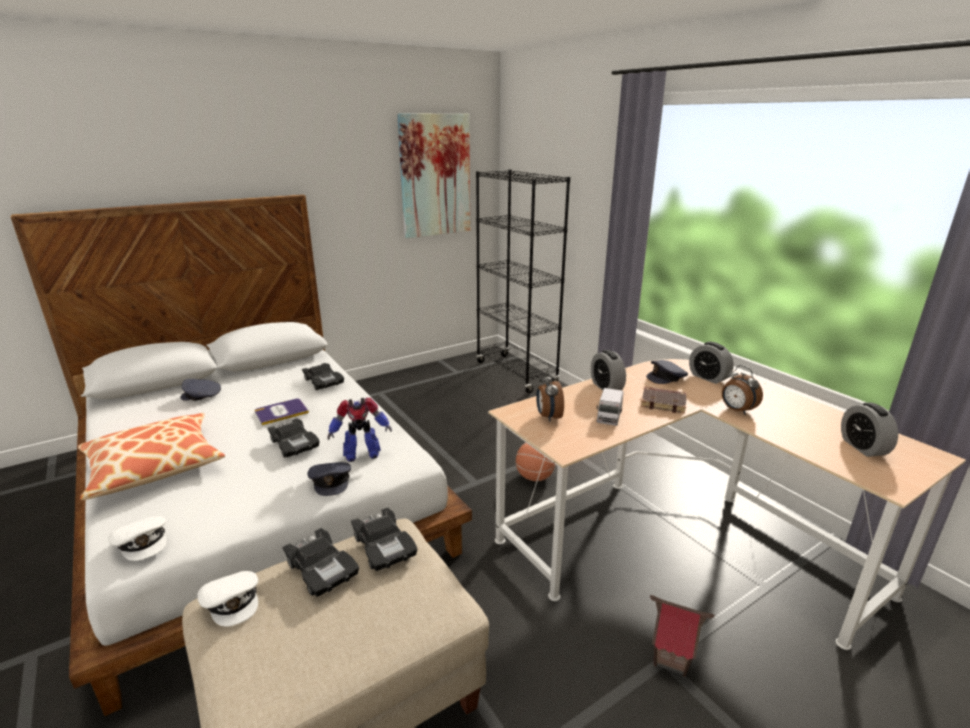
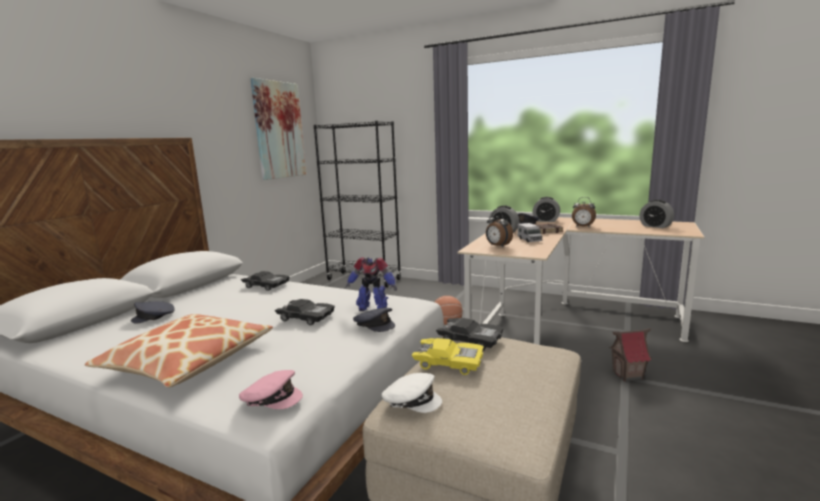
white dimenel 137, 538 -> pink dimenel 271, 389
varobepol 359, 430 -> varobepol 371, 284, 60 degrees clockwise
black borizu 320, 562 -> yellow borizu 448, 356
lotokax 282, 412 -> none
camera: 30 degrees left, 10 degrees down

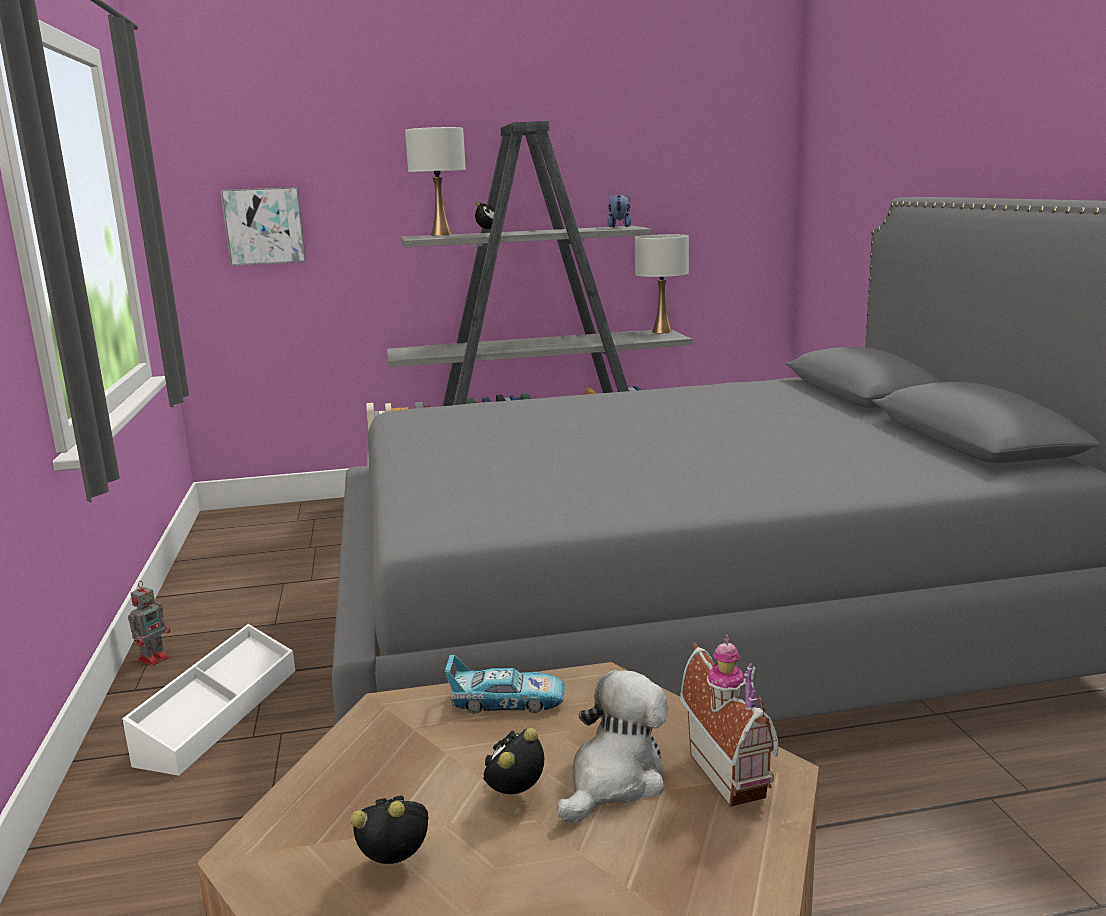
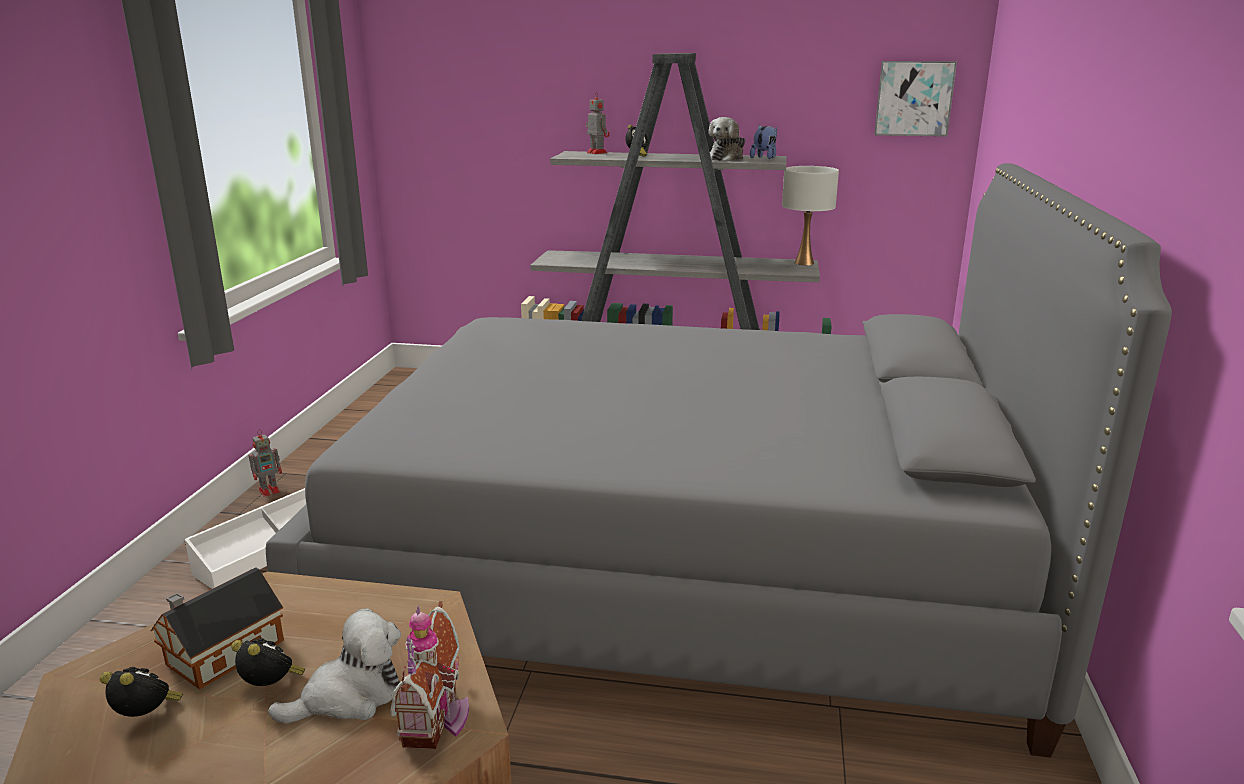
none -> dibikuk 217, 628
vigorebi 513, 761 -> vigorebi 268, 662, 60 degrees clockwise
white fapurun 435, 181 -> varobepol 598, 123
none -> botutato 727, 139
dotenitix 263, 226 -> dotenitix 915, 99, shifted
borizu 505, 684 -> none
camera: 20 degrees right, 5 degrees up

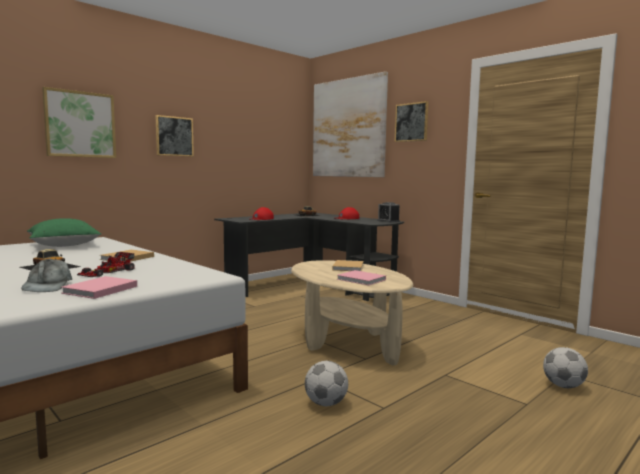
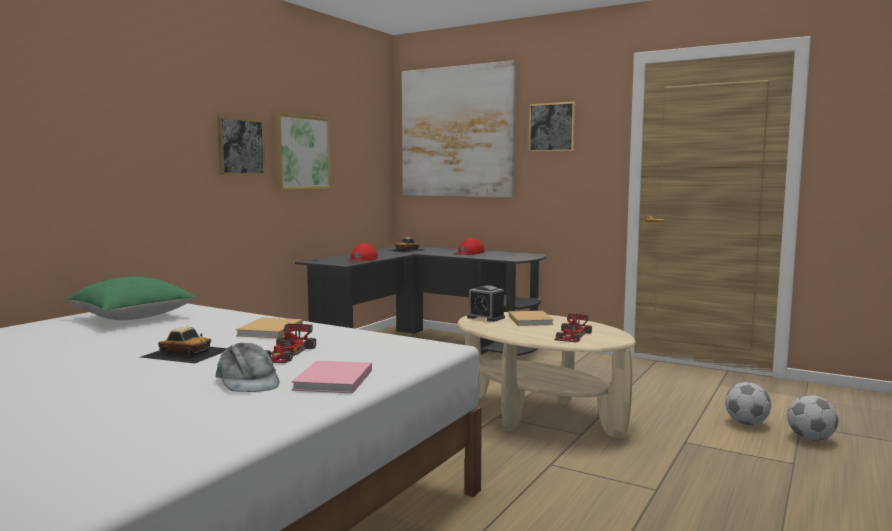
dotenitix 79, 122 -> dotenitix 303, 151, shifted
vigorebi 388, 212 -> vigorebi 486, 303, shifted
pink lotokax 361, 278 -> borizu 573, 327
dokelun 326, 383 -> dokelun 748, 403, shifted
camera: 15 degrees left, 0 degrees up

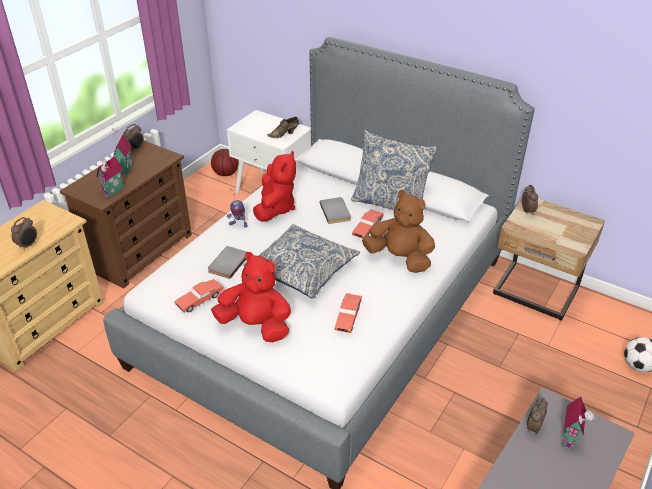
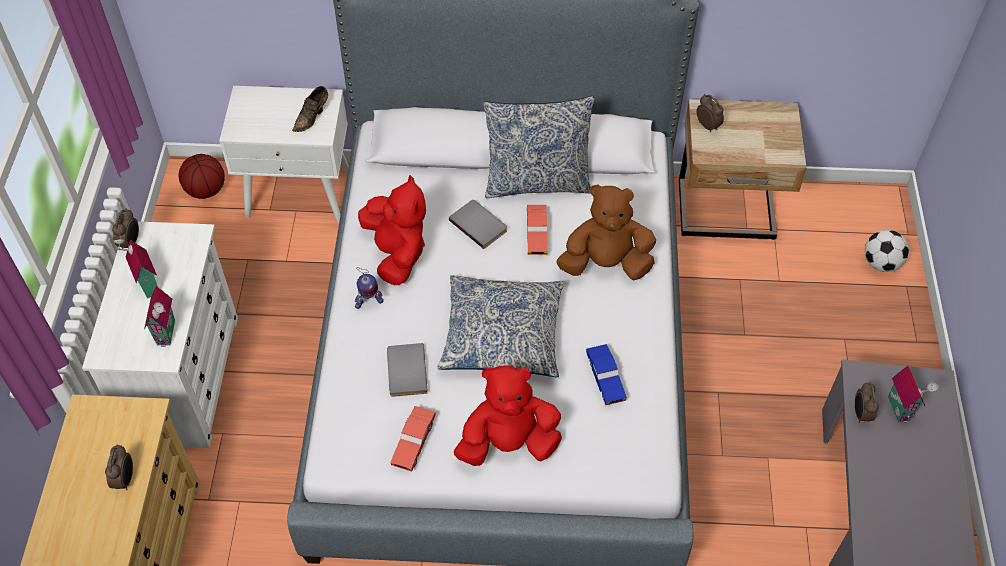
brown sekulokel 126, 215 -> white sekulokel 160, 334
red borizu 348, 313 -> blue borizu 606, 374
camera: 30 degrees left, 15 degrees up

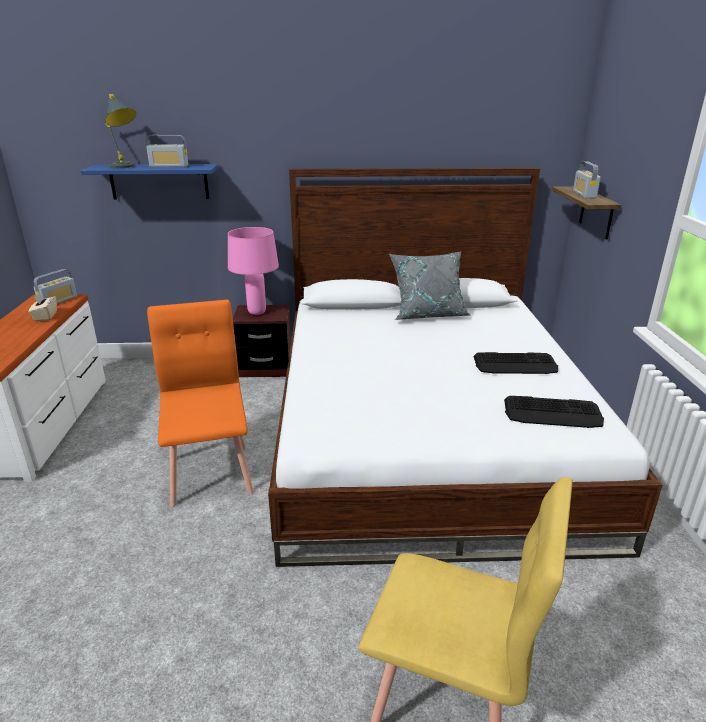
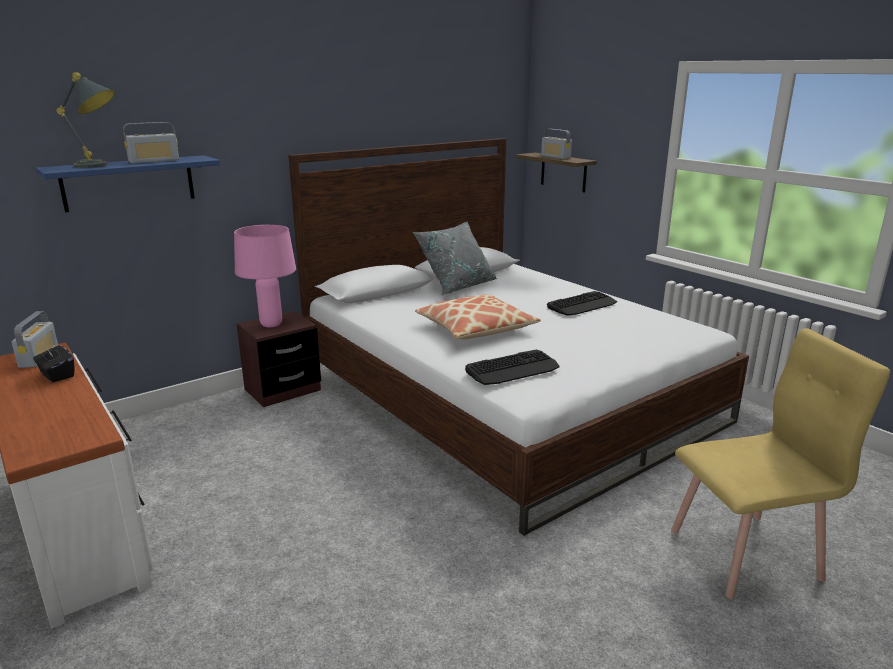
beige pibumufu 42, 307 -> black pibumufu 53, 363
none -> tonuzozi 478, 317
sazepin 554, 412 -> sazepin 512, 367, shifted
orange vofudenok 200, 403 -> none
camera: 35 degrees left, 5 degrees down

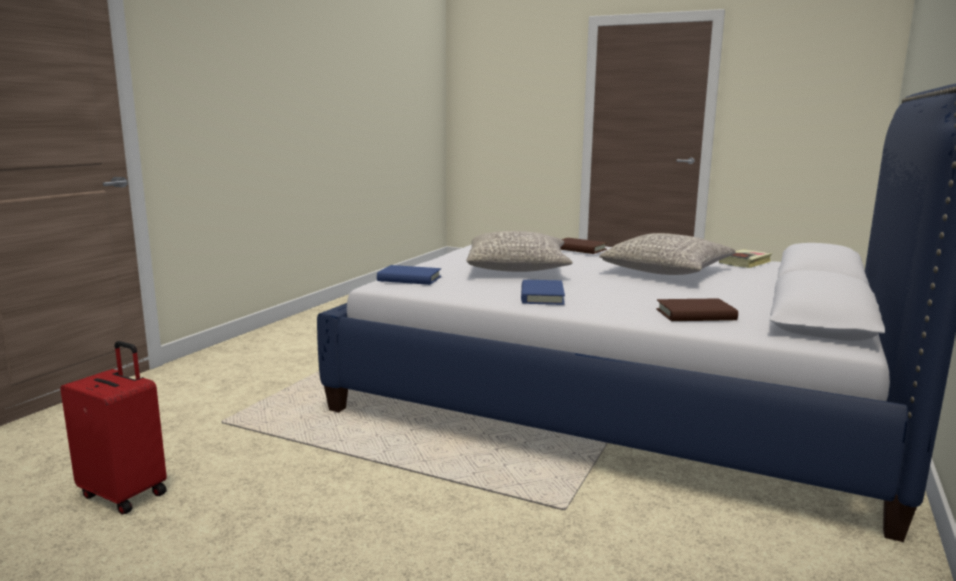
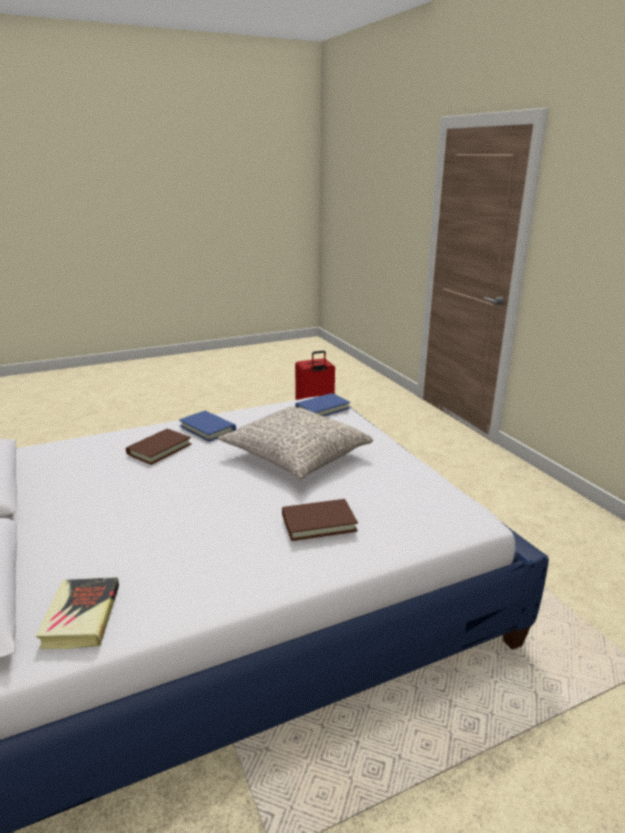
brown lotokax 697, 309 -> brown lotokax 158, 447, shifted
grey tonuzozi 667, 254 -> none
camera: 130 degrees right, 10 degrees up

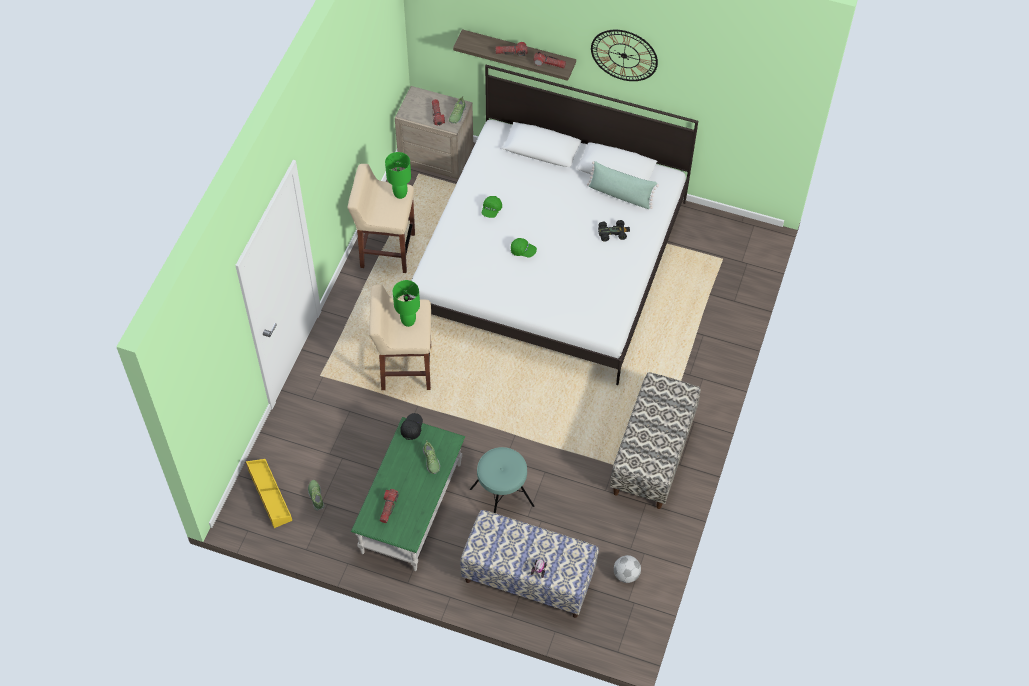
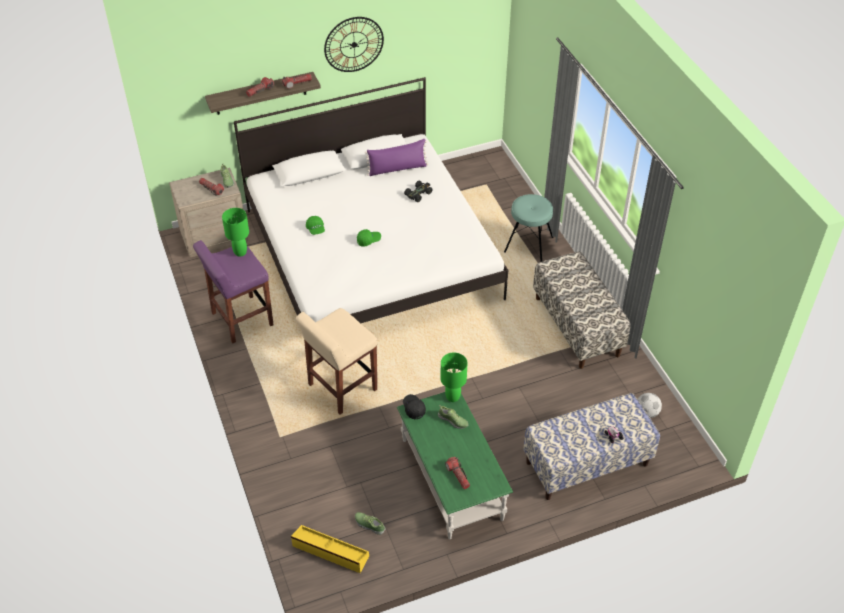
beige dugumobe 381, 218 -> purple dugumobe 233, 291
green tonuzozi 623, 185 -> purple tonuzozi 396, 157
green fapurun 406, 303 -> green fapurun 454, 377, shifted
turquoise dugumobe 502, 480 -> turquoise dugumobe 528, 228, shifted
camera: 40 degrees left, 10 degrees down

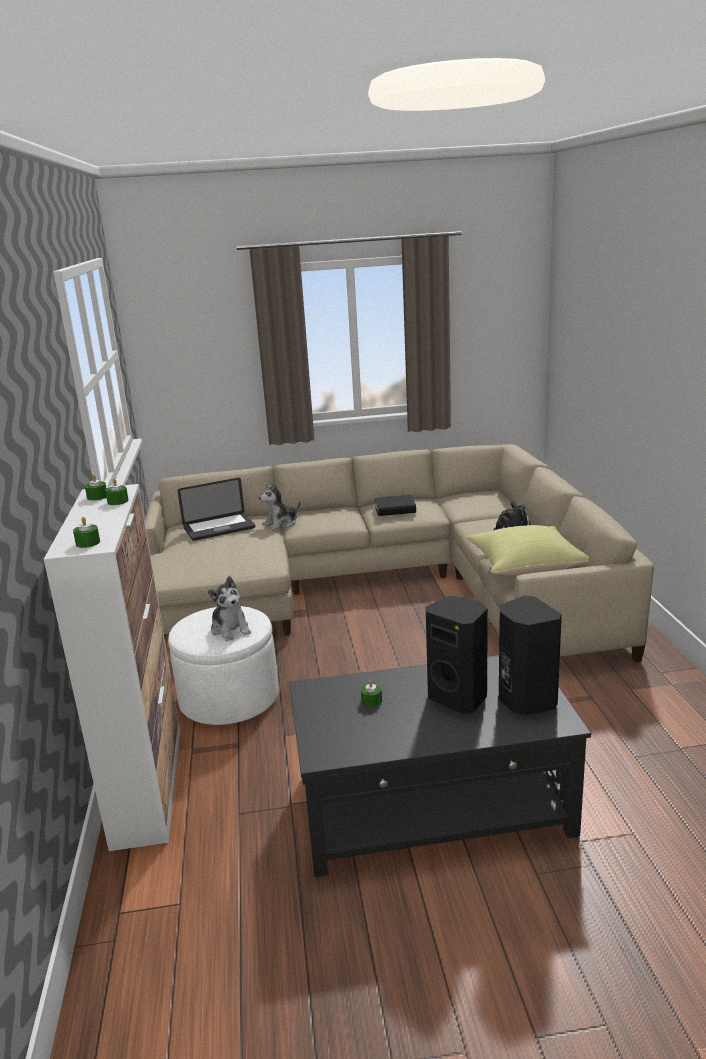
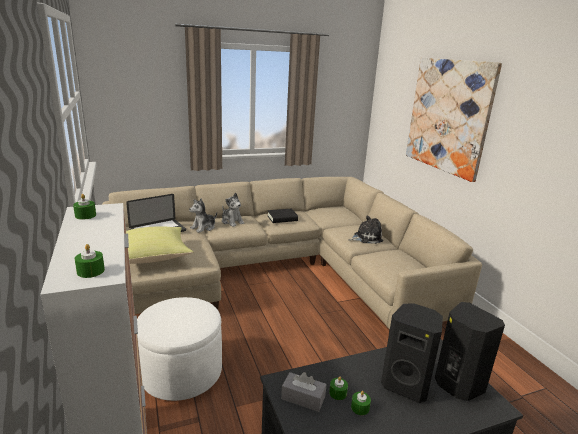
yellow tonuzozi 527, 550 -> yellow tonuzozi 159, 245, shifted
botutato 229, 609 -> botutato 233, 209, shifted
none -> grey pibumufu 304, 392
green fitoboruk 117, 491 -> green fitoboruk 361, 403, shifted
none -> dotenitix 454, 120
camera: 15 degrees left, 0 degrees up

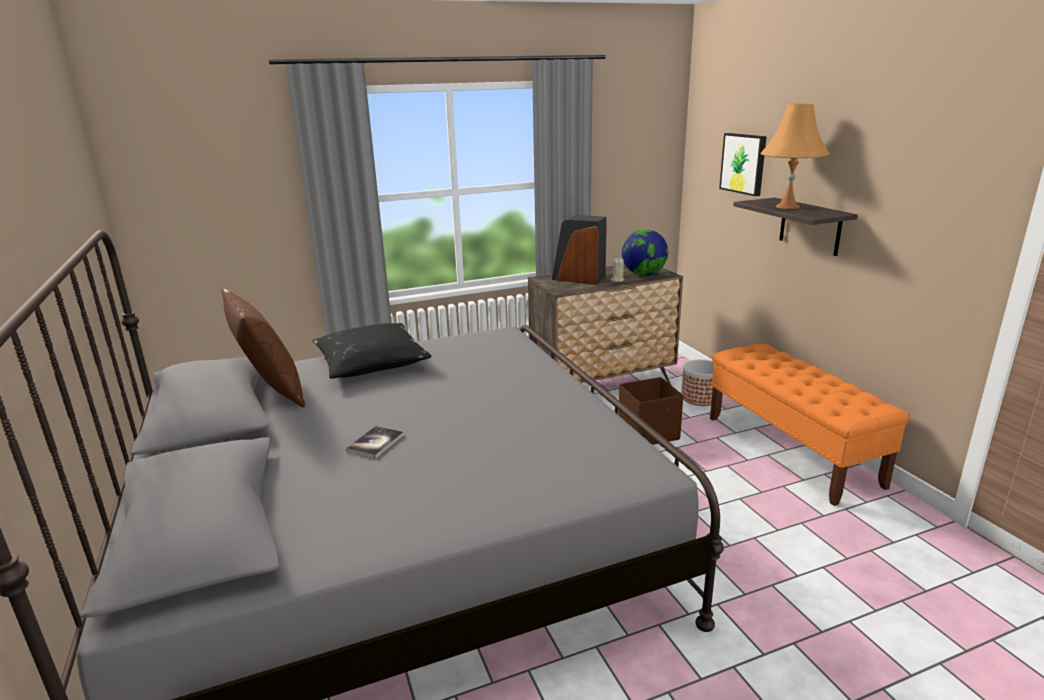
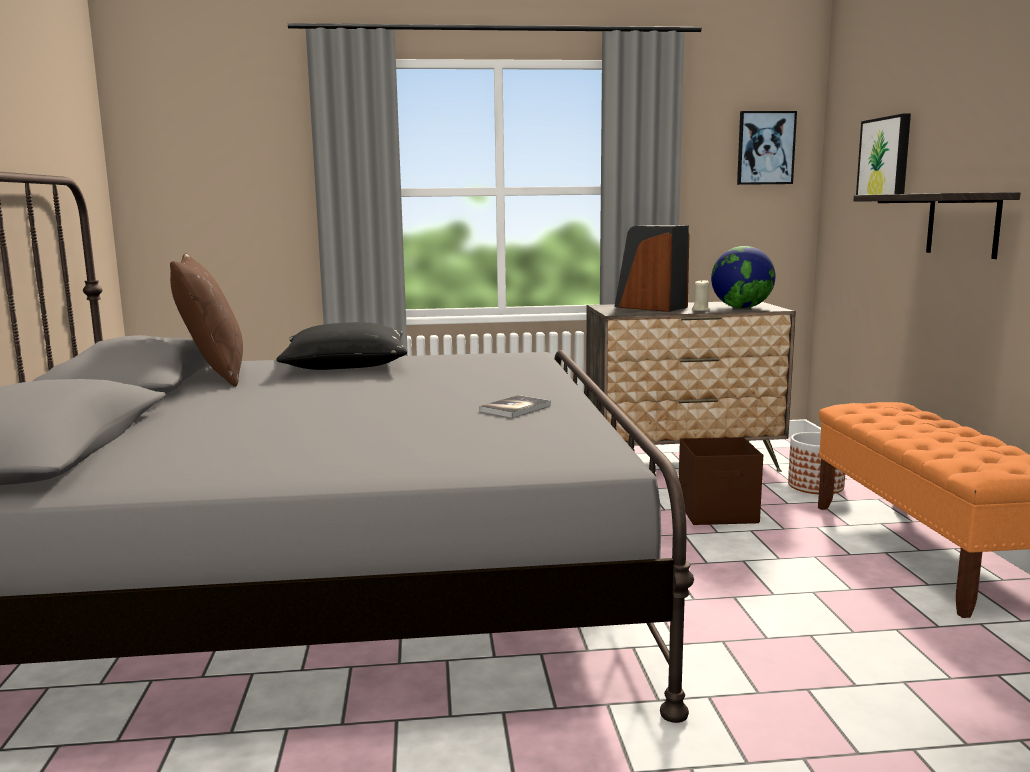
lotokax 375, 442 -> lotokax 515, 406, shifted
none -> dotenitix 767, 148
orange fapurun 795, 156 -> none
camera: 15 degrees right, 10 degrees down

